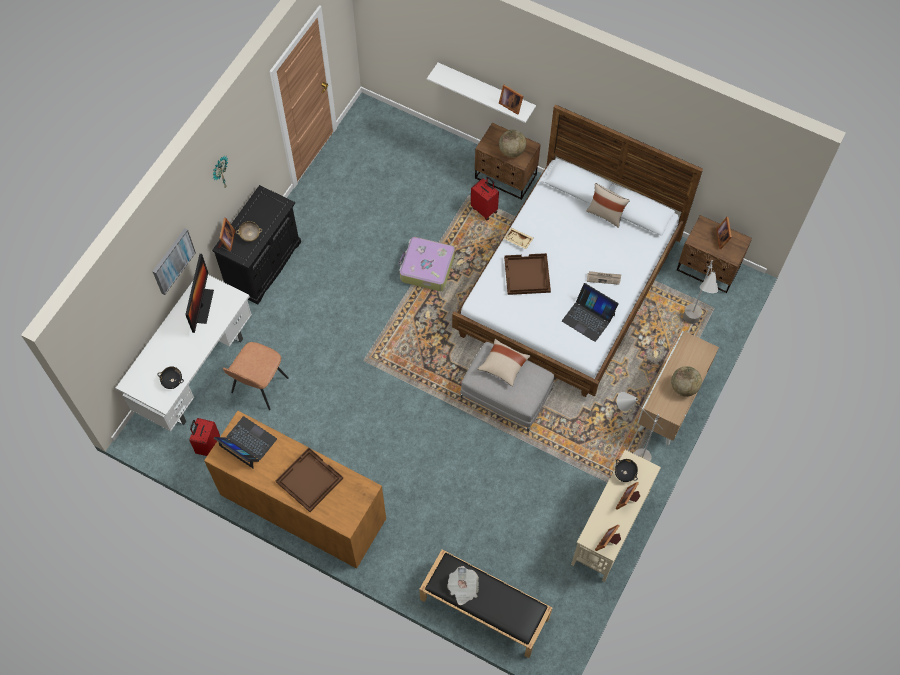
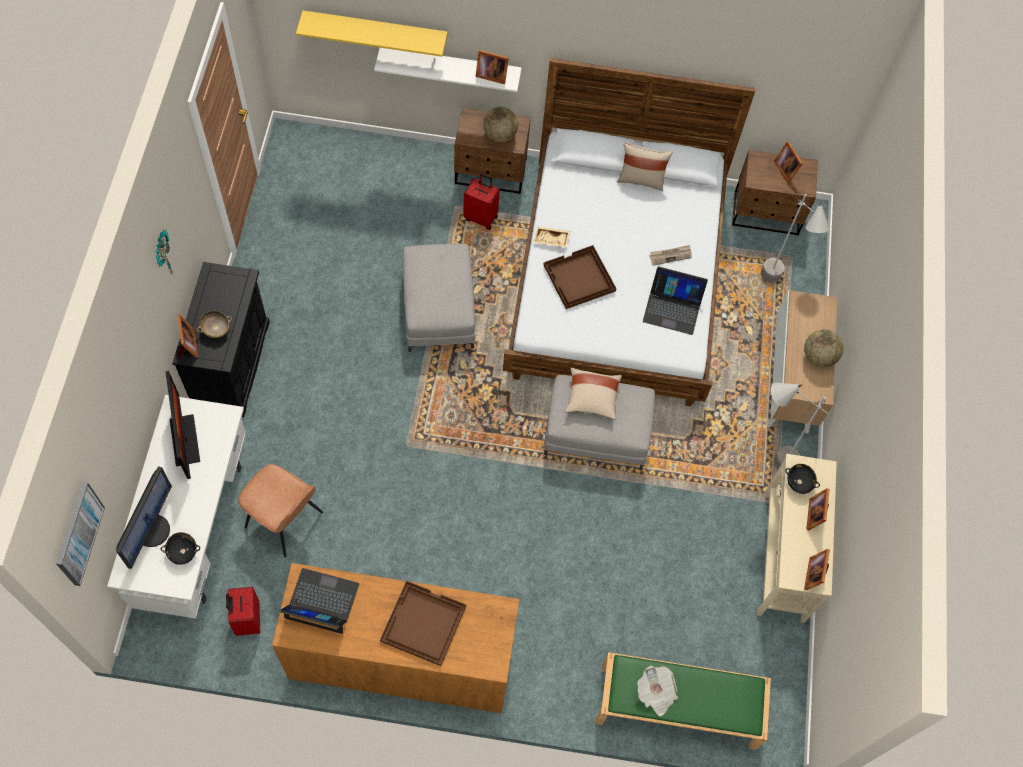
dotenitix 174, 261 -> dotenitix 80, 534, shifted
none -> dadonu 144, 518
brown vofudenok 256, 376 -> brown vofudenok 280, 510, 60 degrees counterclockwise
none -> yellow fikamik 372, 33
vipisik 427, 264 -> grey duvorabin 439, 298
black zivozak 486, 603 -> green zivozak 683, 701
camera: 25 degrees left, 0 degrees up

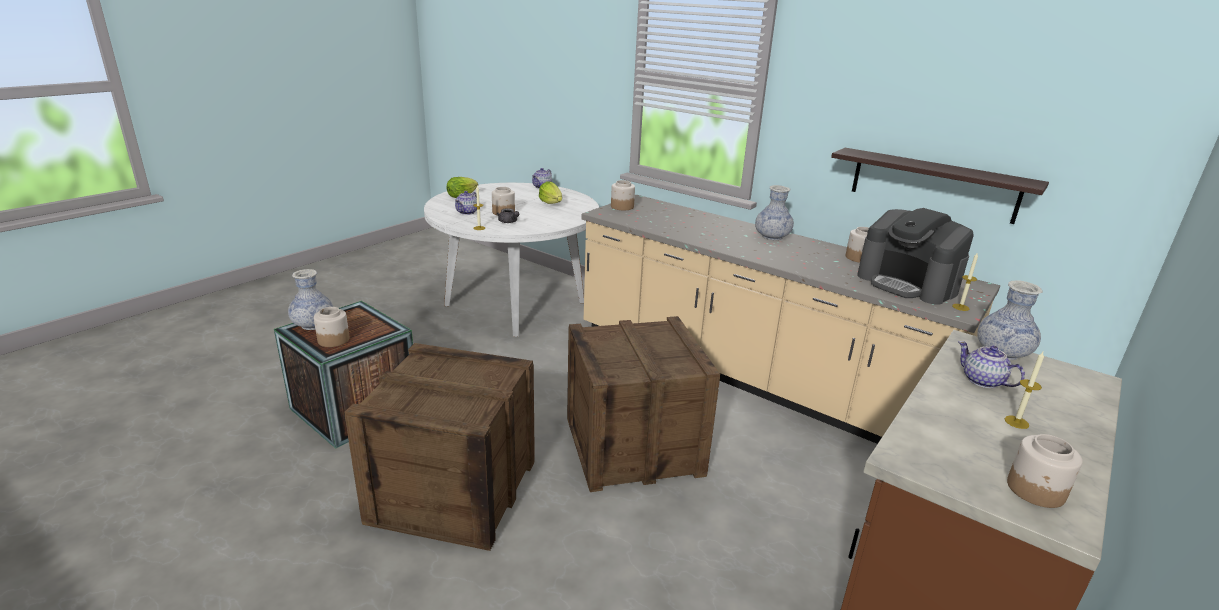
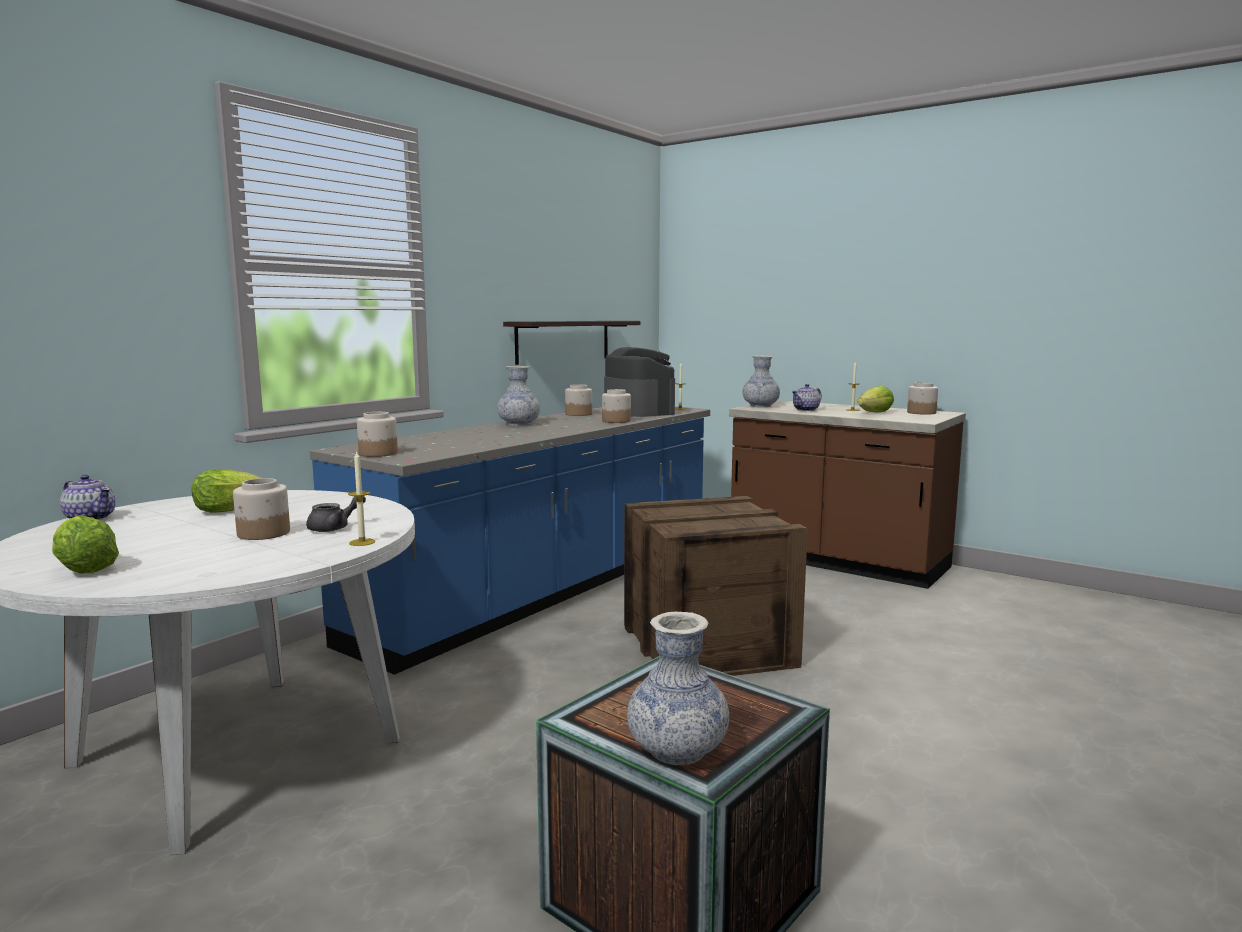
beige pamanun 790, 319 -> blue pamanun 510, 541
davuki 332, 327 -> davuki 616, 406, shifted
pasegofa 915, 256 -> pasegofa 639, 382, 75 degrees counterclockwise
none -> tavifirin 875, 399
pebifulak 439, 447 -> none
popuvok 466, 203 -> none
camera: 90 degrees left, 15 degrees down

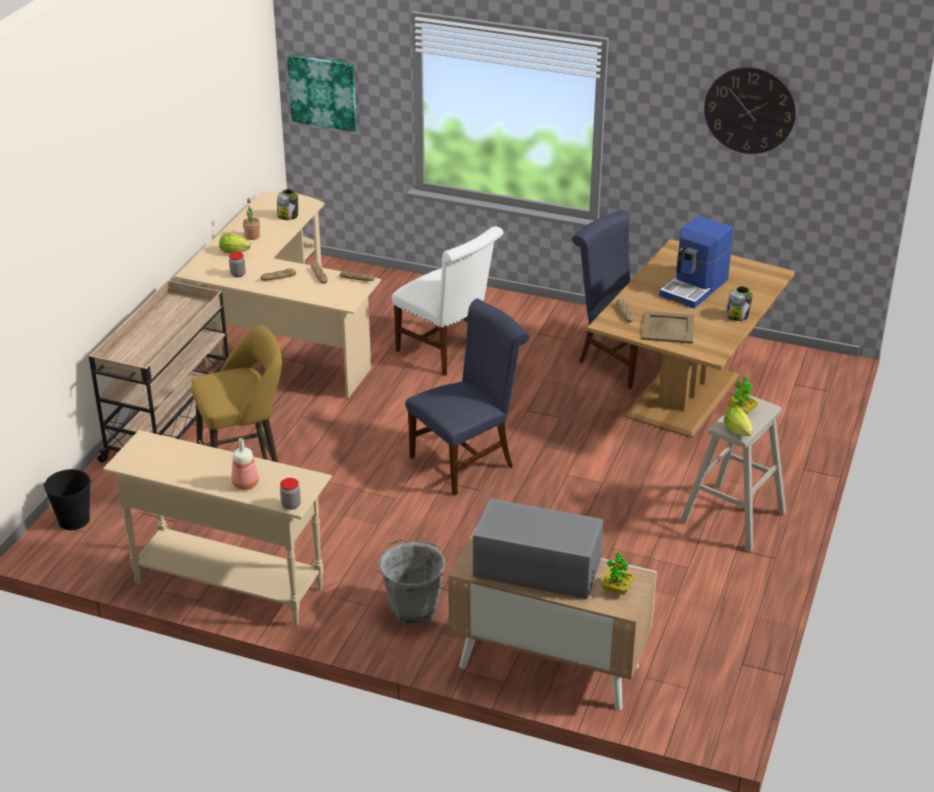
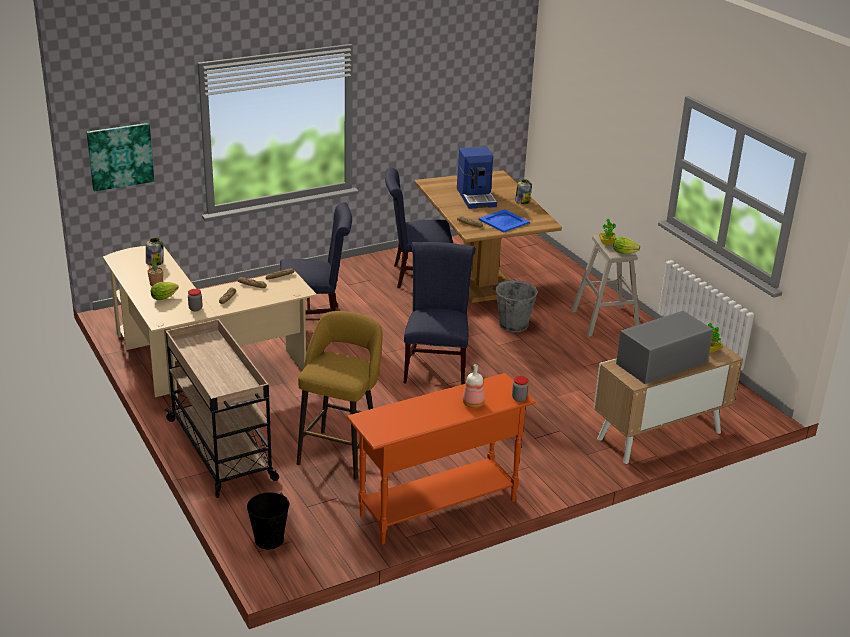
white vofudenok 447, 301 -> blue vofudenok 316, 258
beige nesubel 217, 528 -> orange nesubel 441, 458
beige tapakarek 667, 327 -> blue tapakarek 504, 221
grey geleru 412, 582 -> grey geleru 514, 306, shifted
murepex 750, 110 -> none
camera: 50 degrees left, 5 degrees down

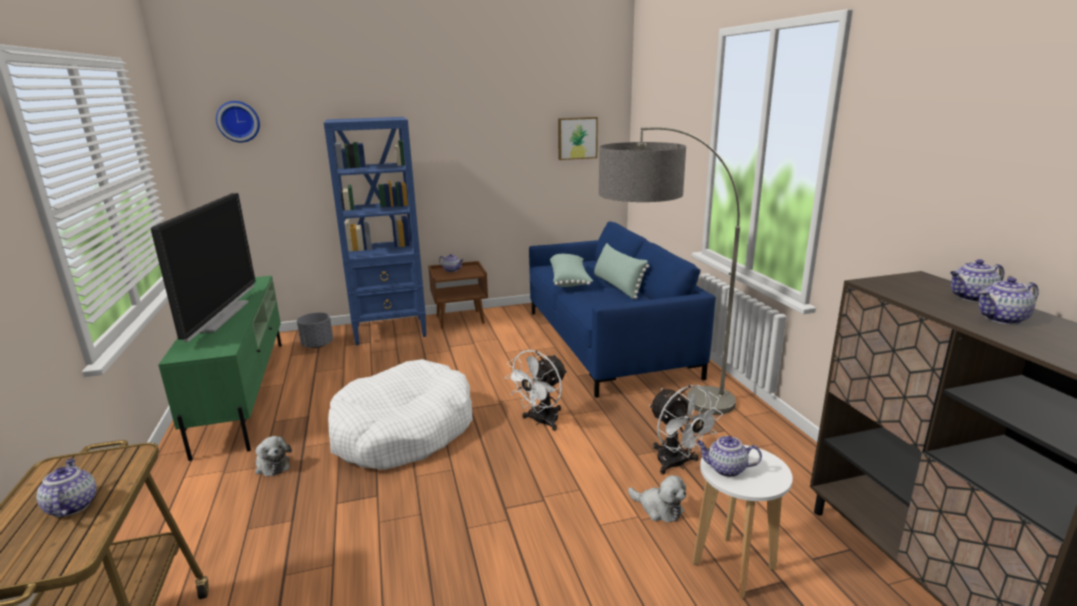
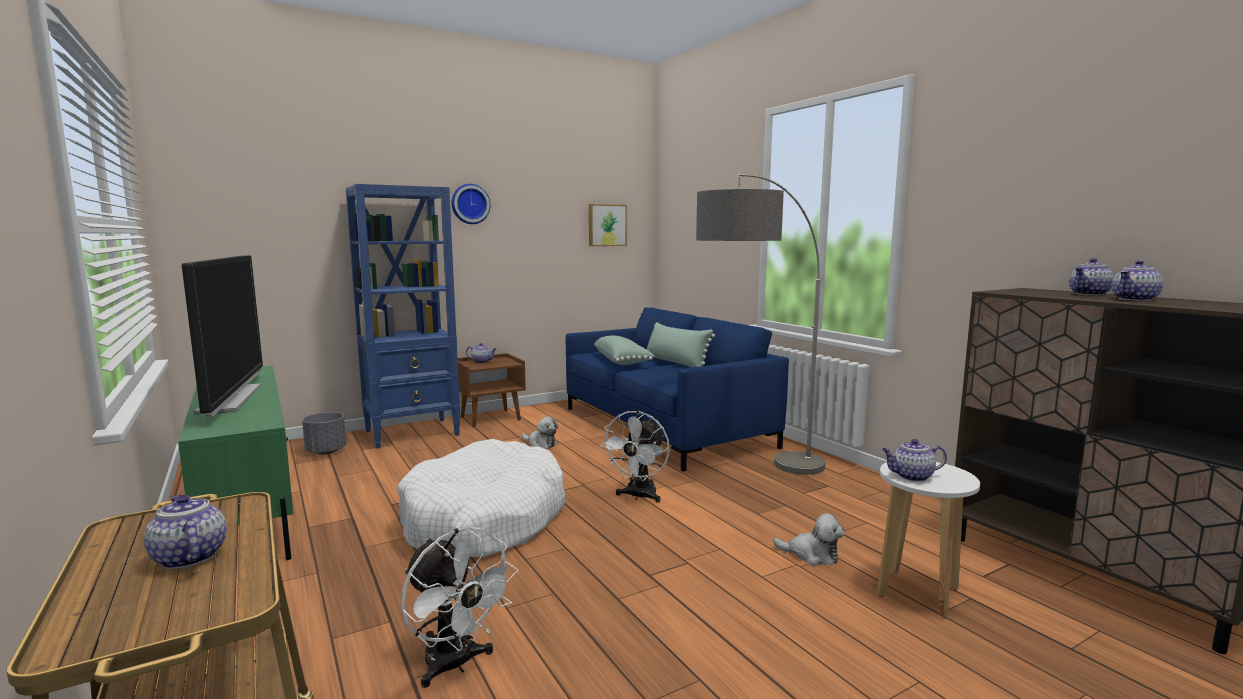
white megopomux 686, 430 -> white megopomux 459, 607, shifted
murepex 238, 122 -> murepex 471, 204, shifted
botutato 273, 456 -> botutato 539, 433, shifted
camera: 15 degrees left, 10 degrees down

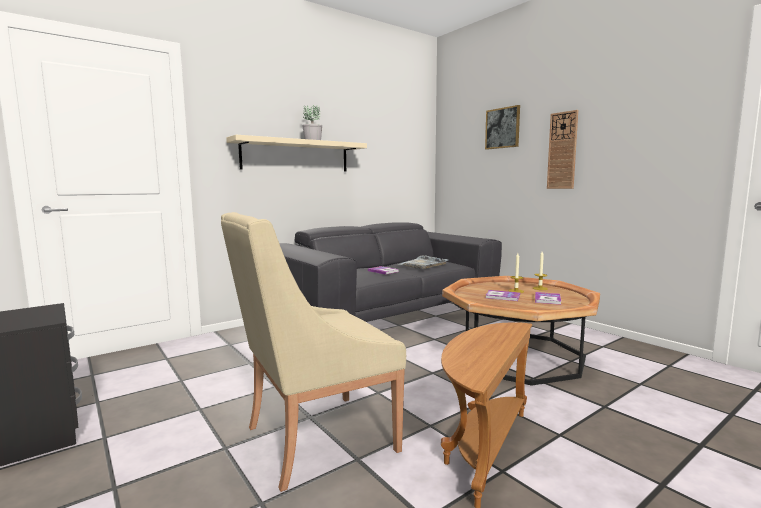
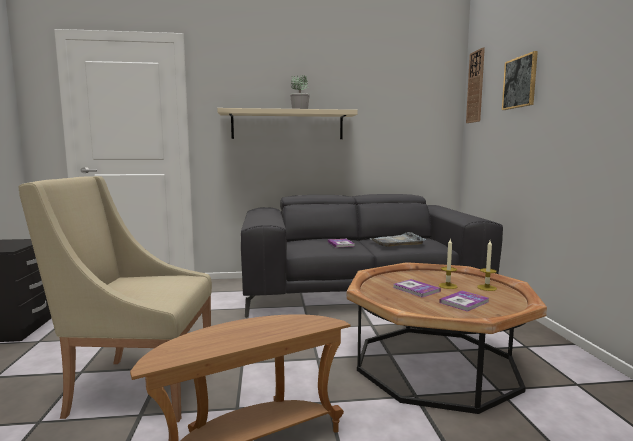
murepex 562, 149 -> murepex 475, 85, shifted
camera: 30 degrees right, 0 degrees up

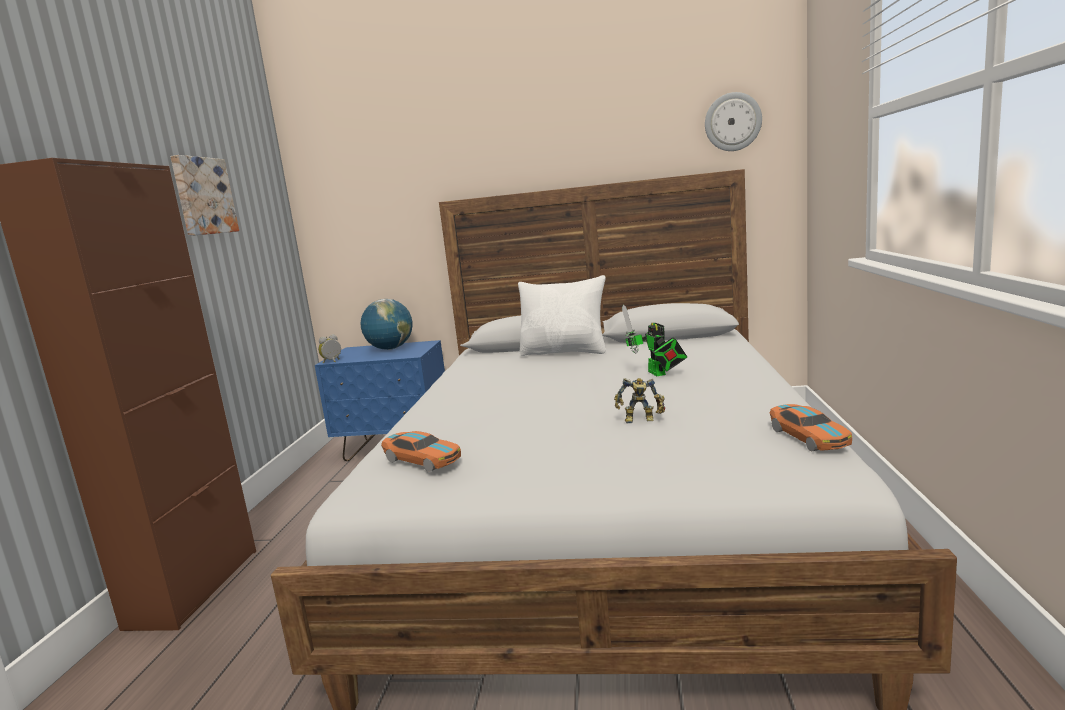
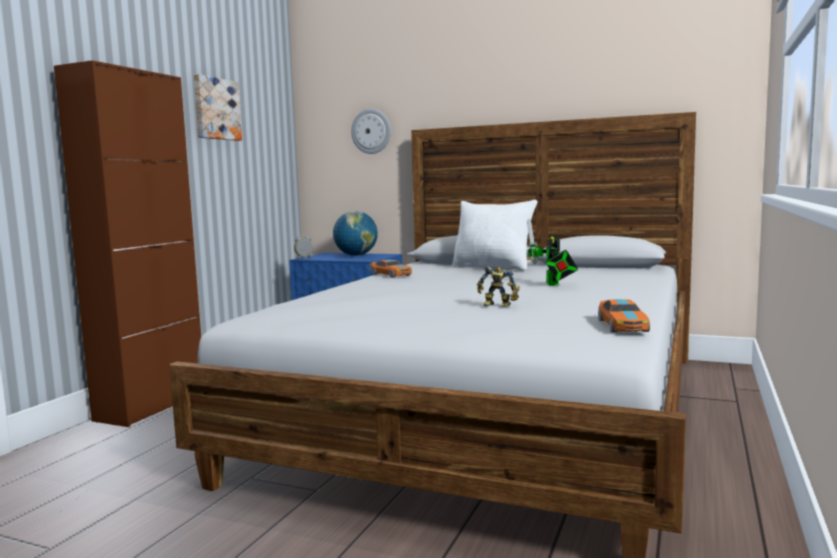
murepex 733, 121 -> murepex 371, 131, shifted
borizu 421, 451 -> borizu 391, 268, shifted
camera: 15 degrees right, 5 degrees down

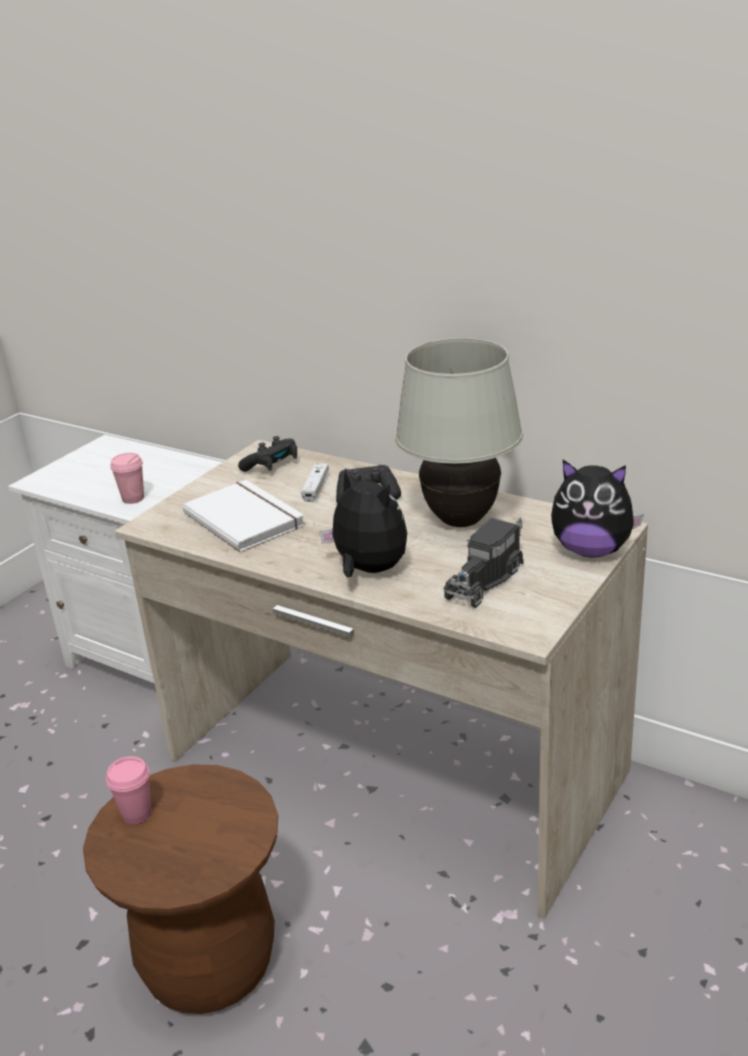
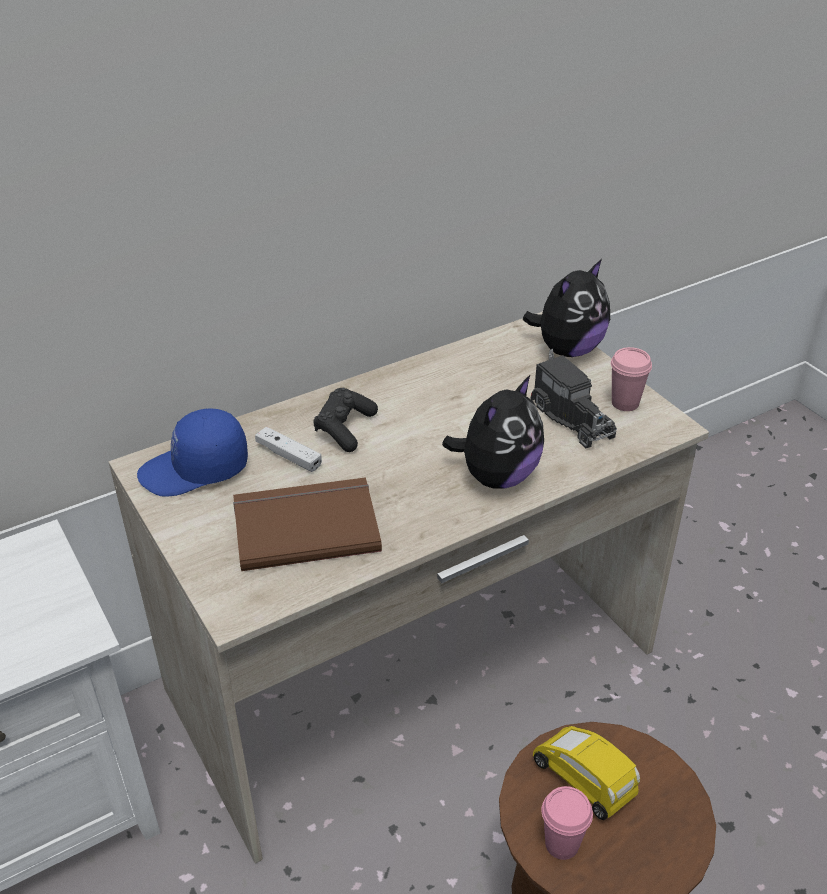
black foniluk 267, 454 -> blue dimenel 192, 452
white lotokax 244, 516 -> brown lotokax 307, 524
botutato 363, 522 -> botutato 493, 431, 150 degrees clockwise
none -> yellow borizu 586, 773
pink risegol 127, 478 -> pink risegol 631, 379, shifted
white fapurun 459, 432 -> none
camera: 65 degrees left, 10 degrees up

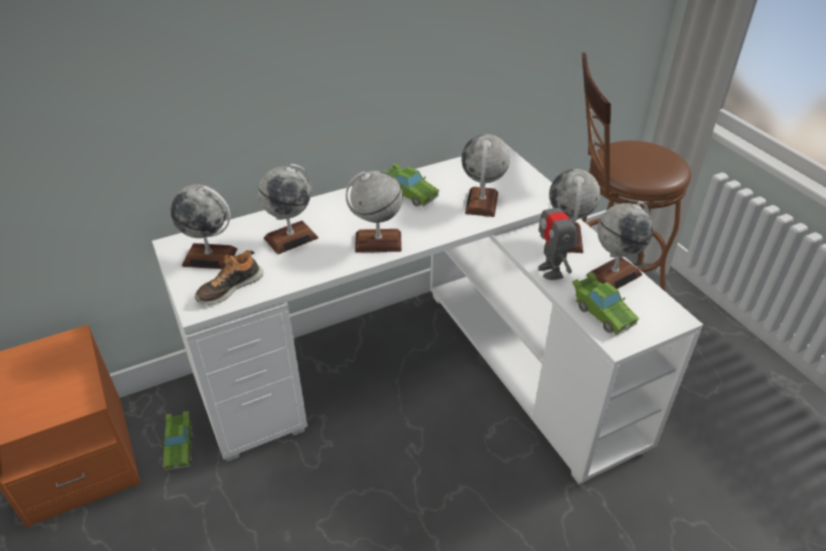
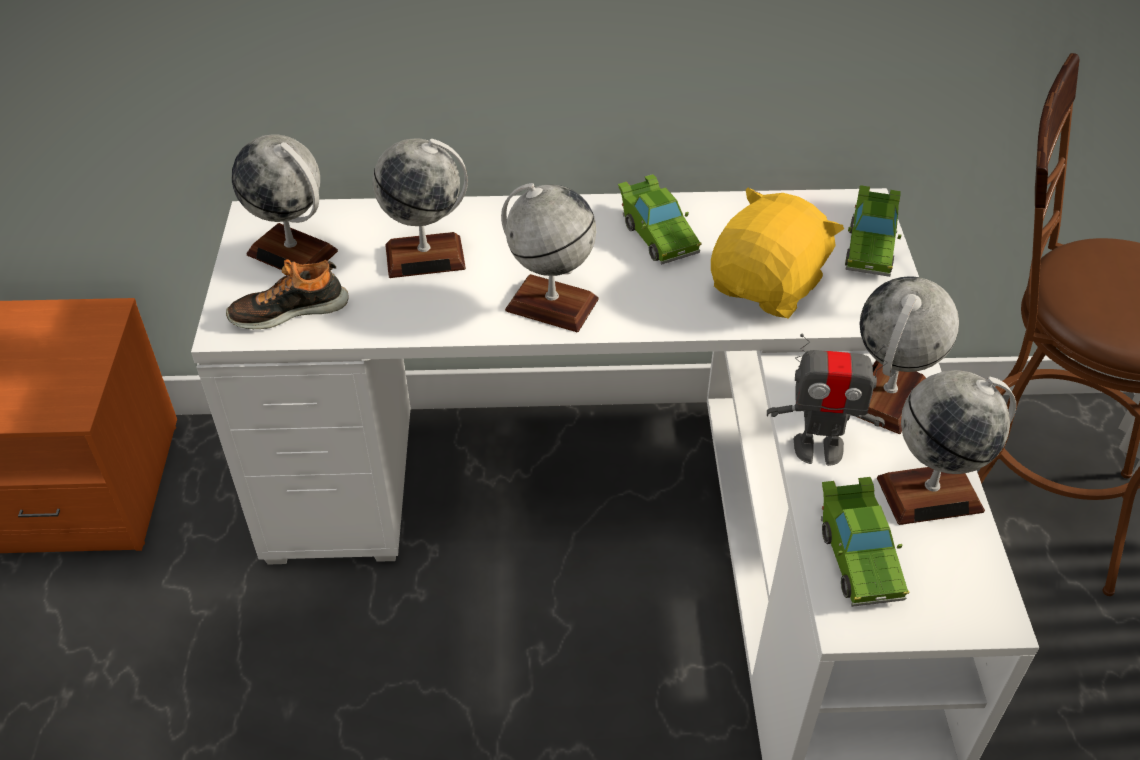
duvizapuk 485, 175 -> yellow botutato 777, 253
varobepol 557, 235 -> varobepol 827, 400, 90 degrees counterclockwise
green borizu 177, 441 -> green borizu 873, 231, shifted
camera: 25 degrees right, 5 degrees up

